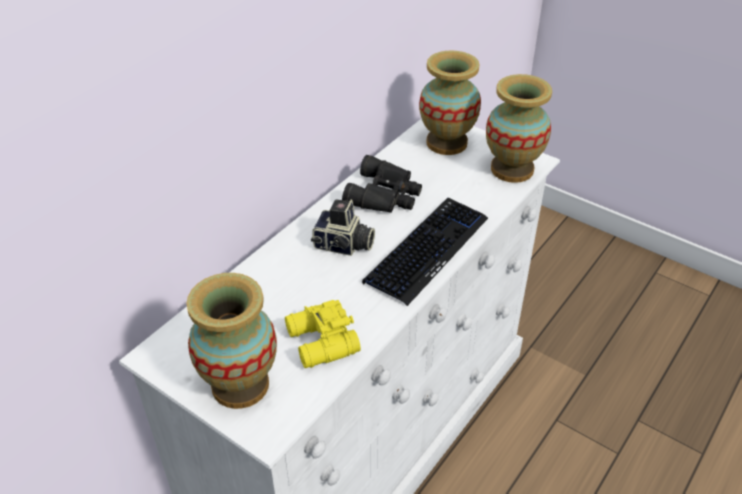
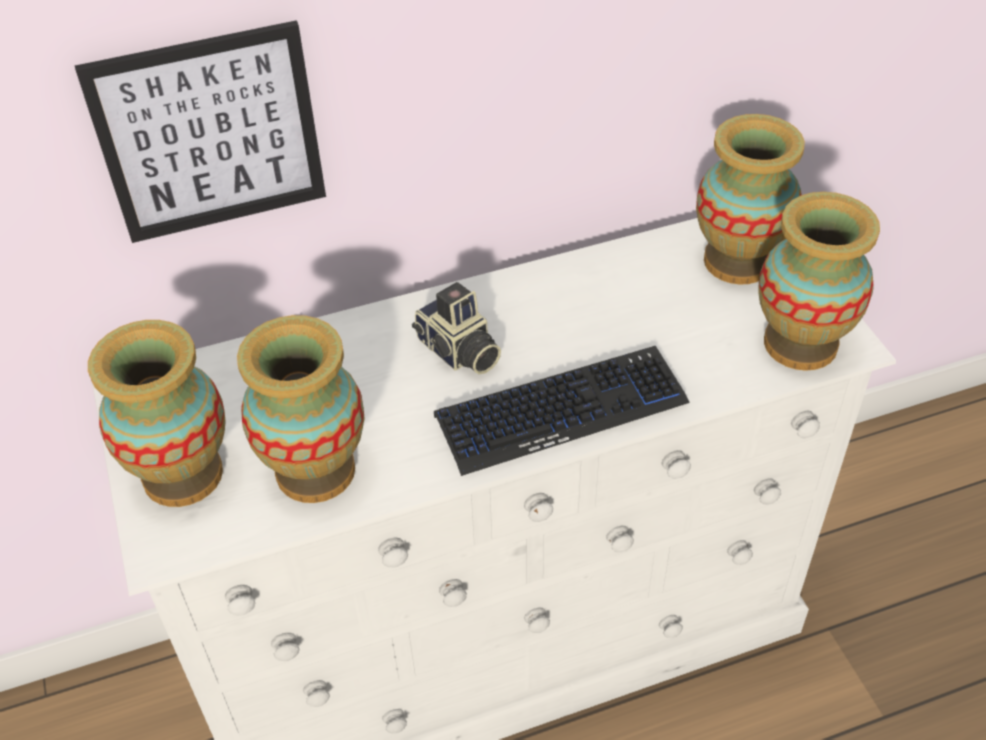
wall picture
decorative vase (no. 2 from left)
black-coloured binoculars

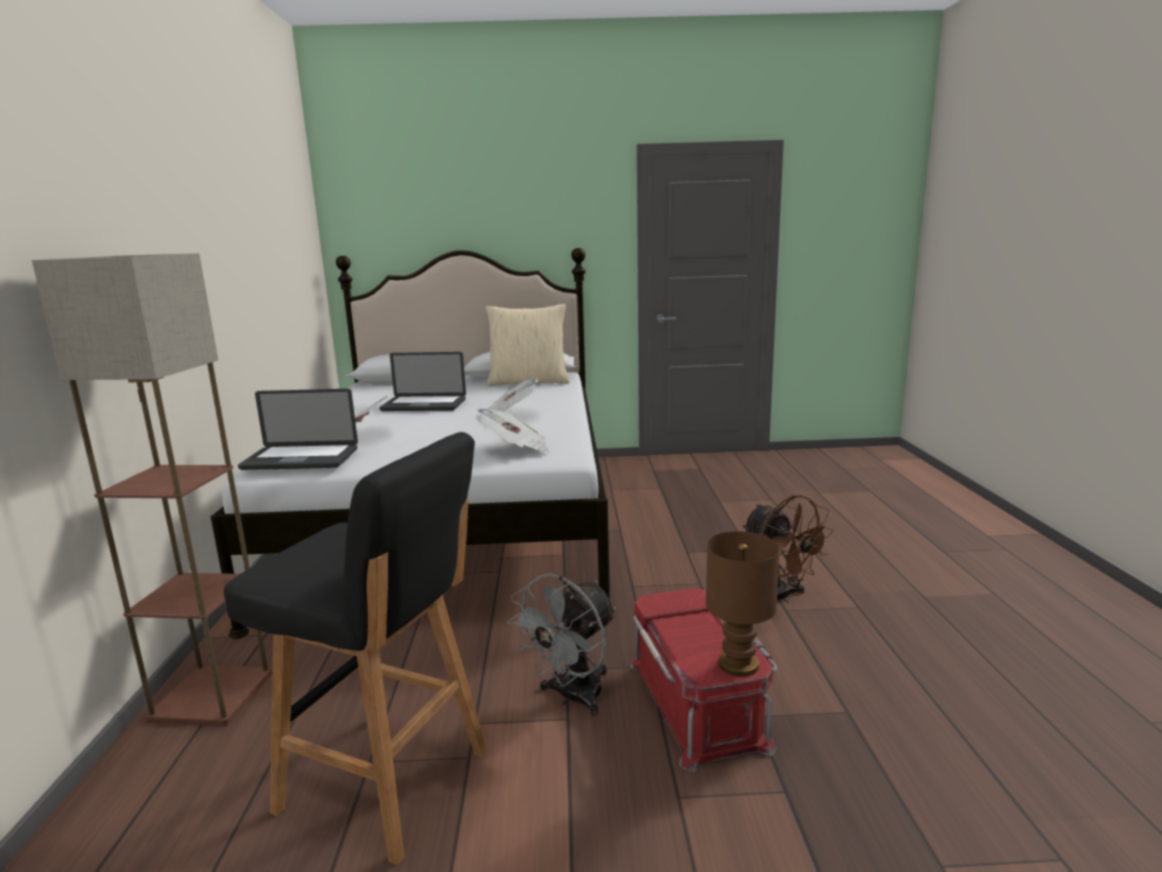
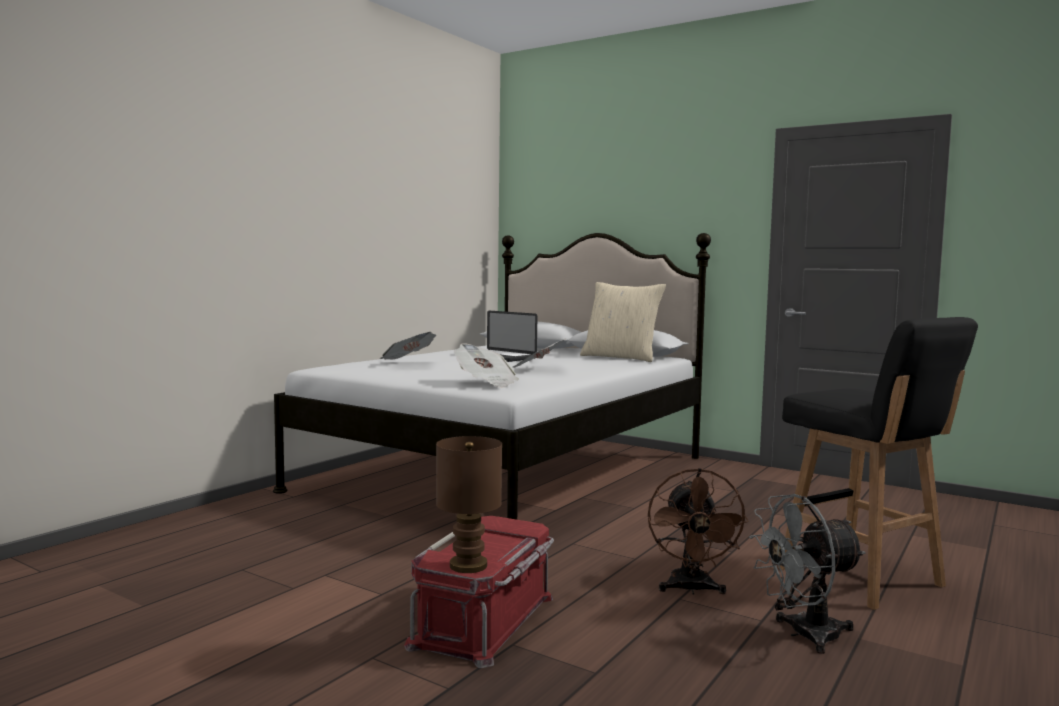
grey electric fan
black-coloured stool
standard lamp
notebook computer (no. 1 from left in the first image)

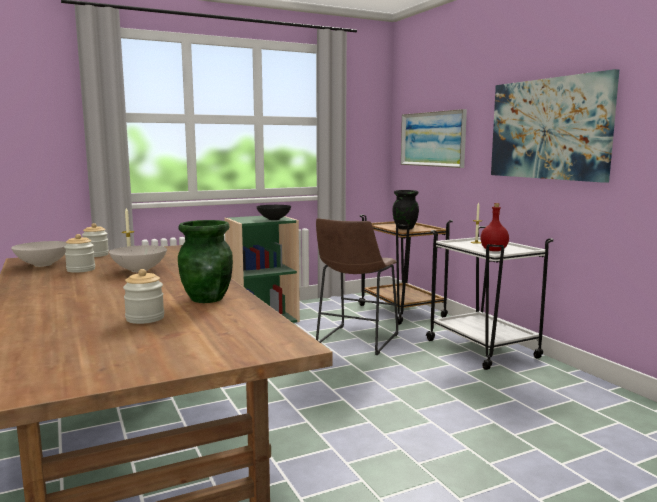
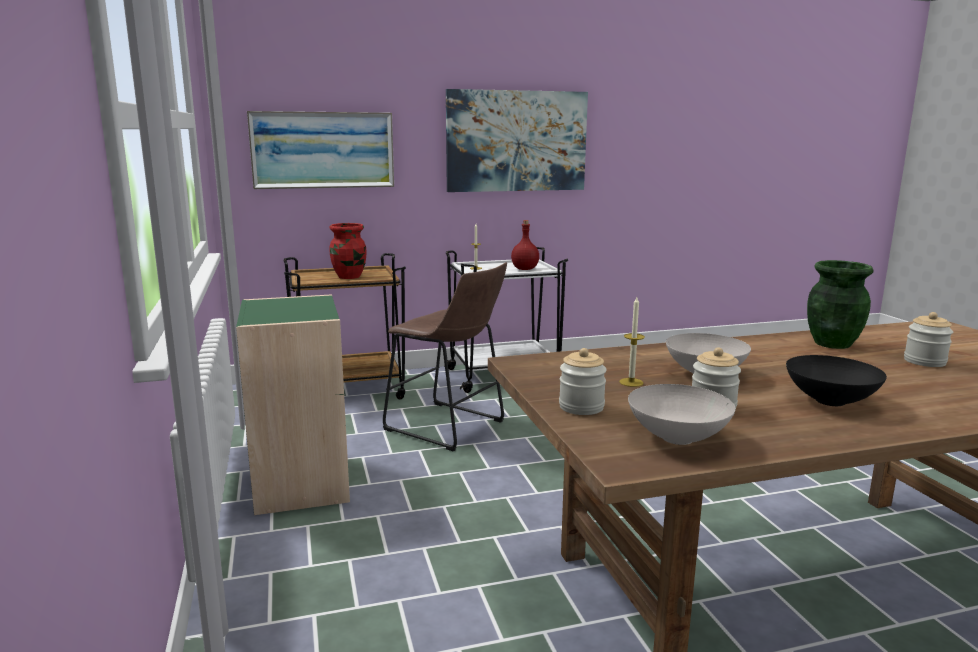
red decorative vase
black-coloured serving bowl

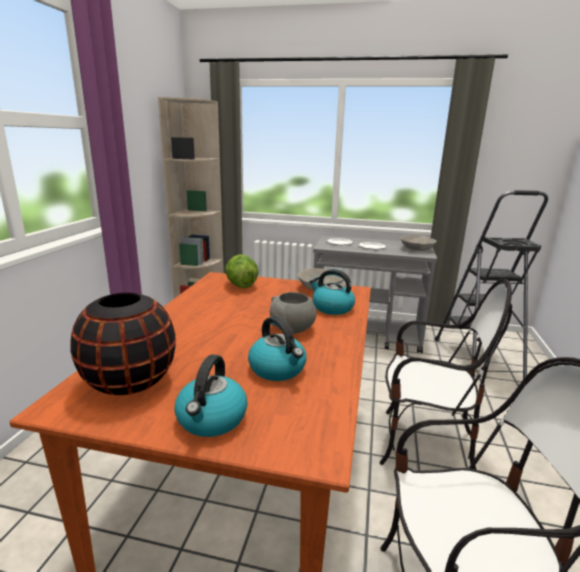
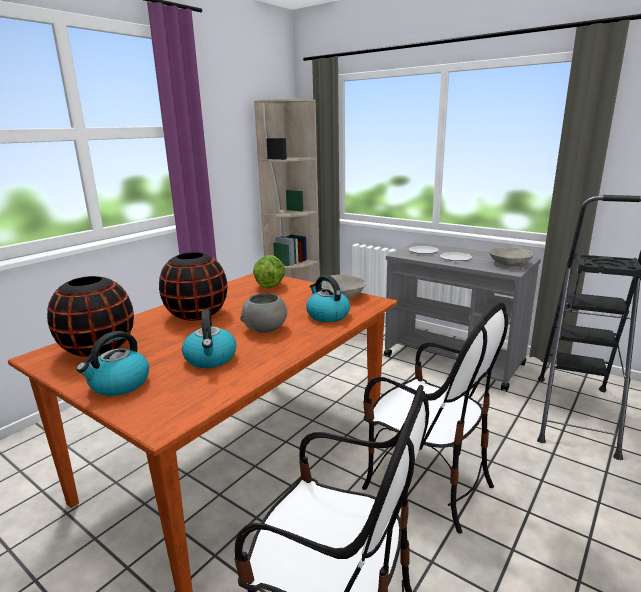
black-coloured decorative vase (no. 2 from left)

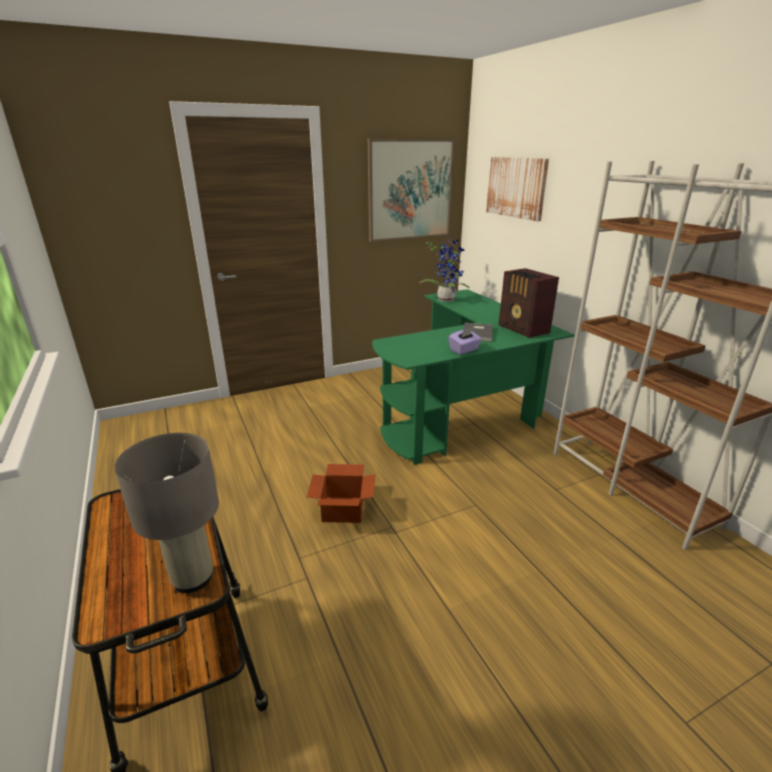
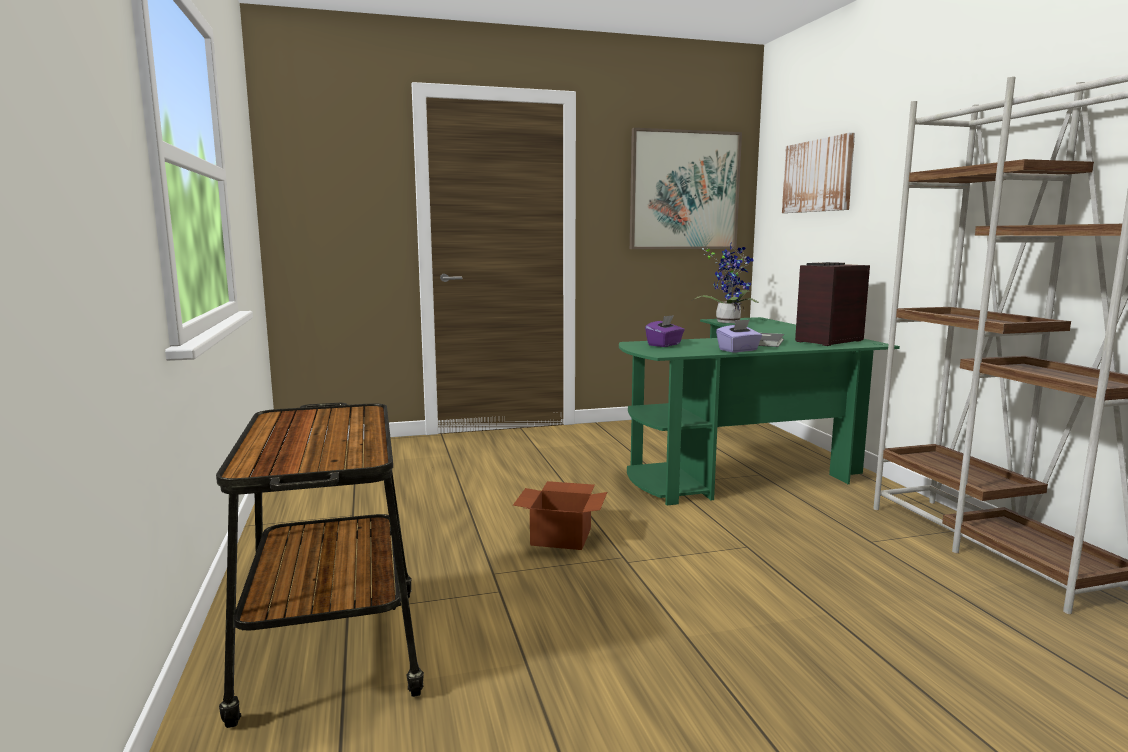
purple box of tissues (no. 1 from left)
radio
grey table lamp

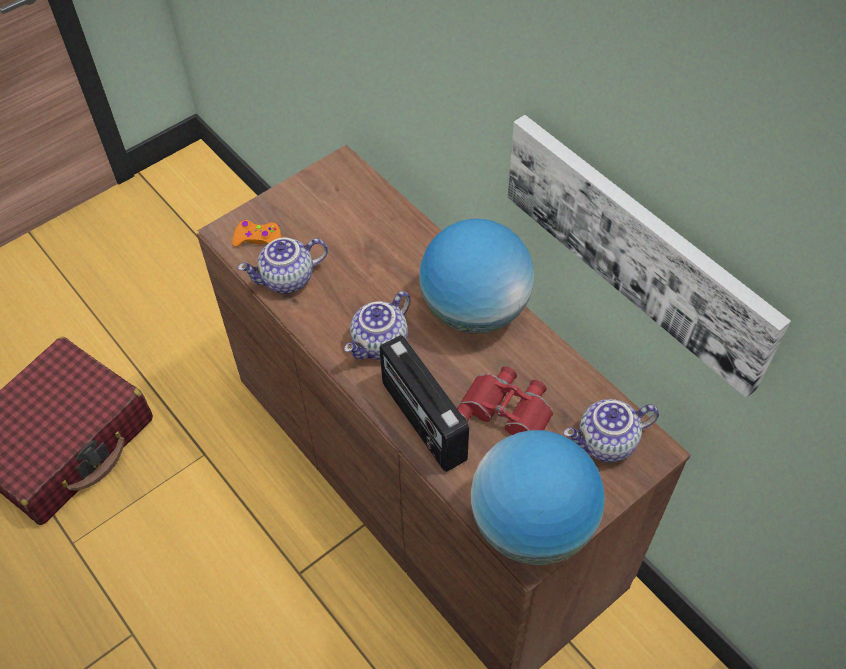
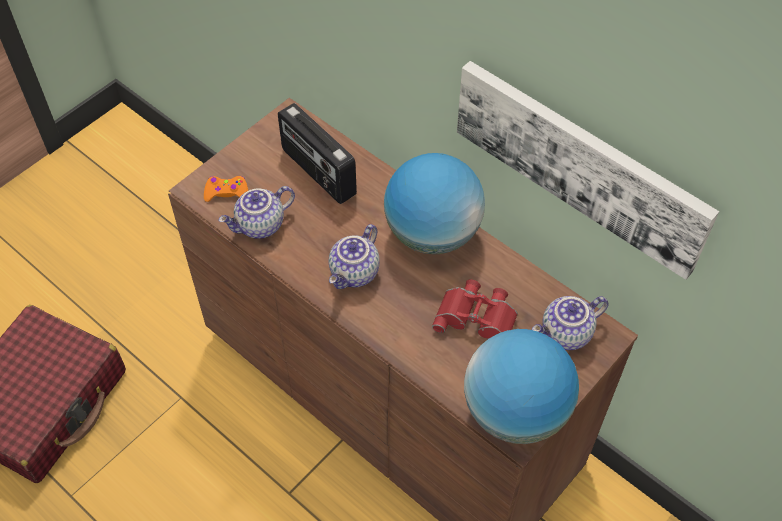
radio

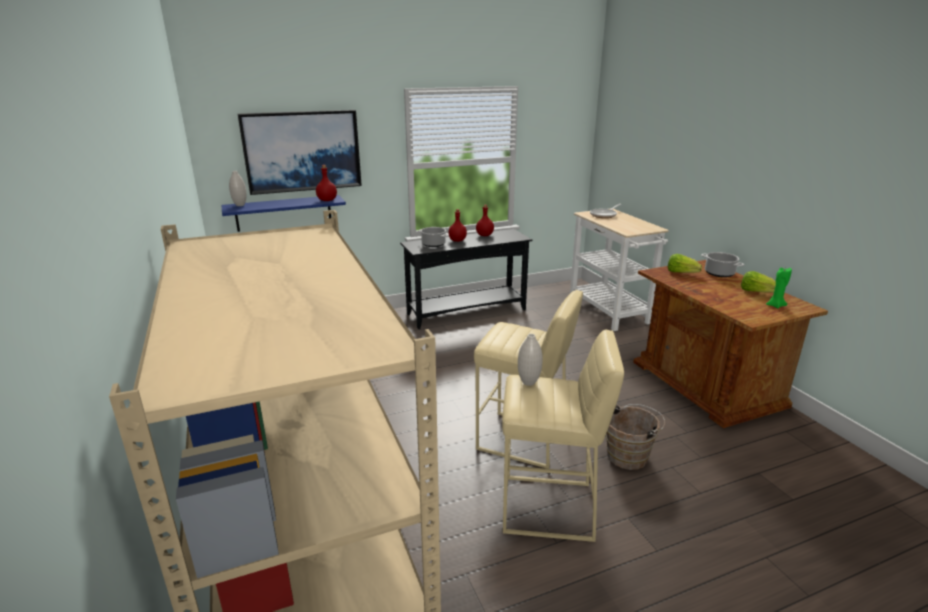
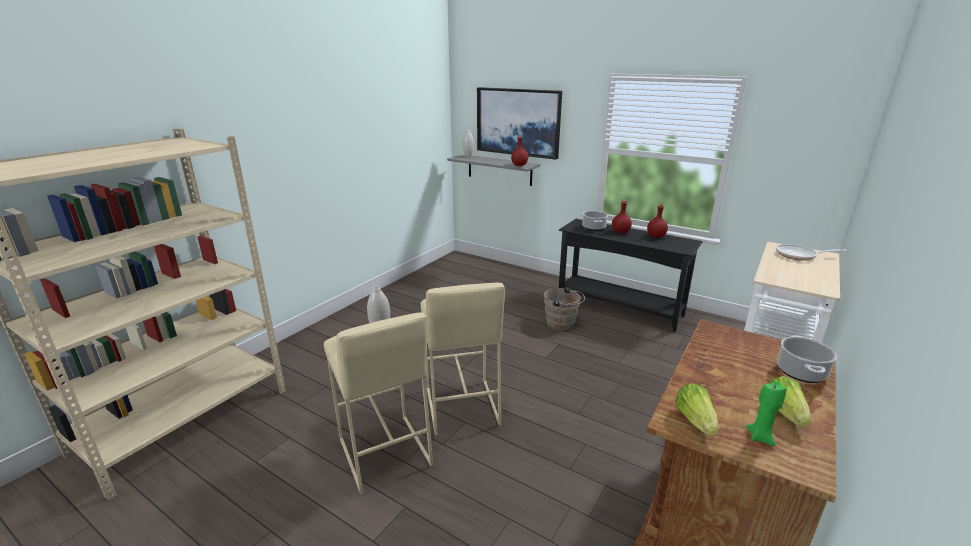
grey wall shelf
brownish bucket
lettuce (no. 1 from left)

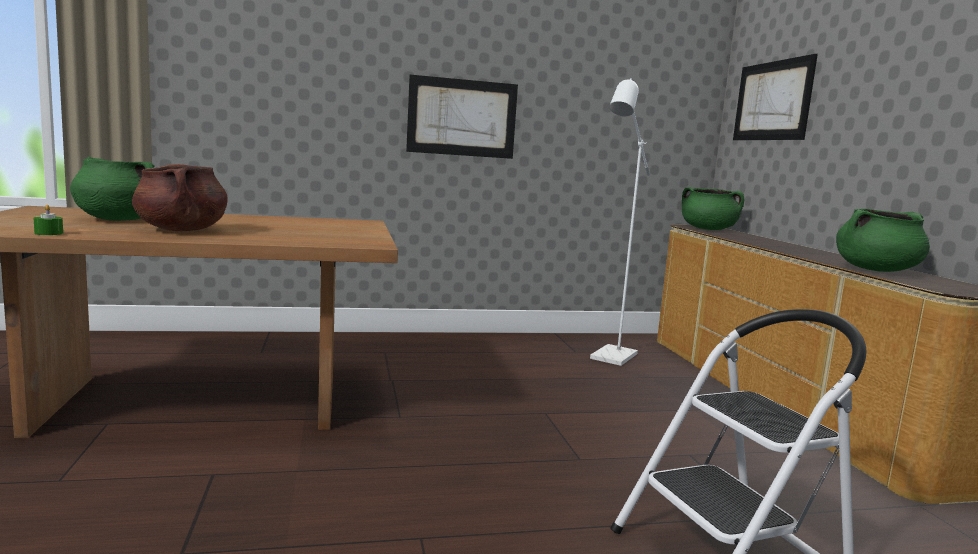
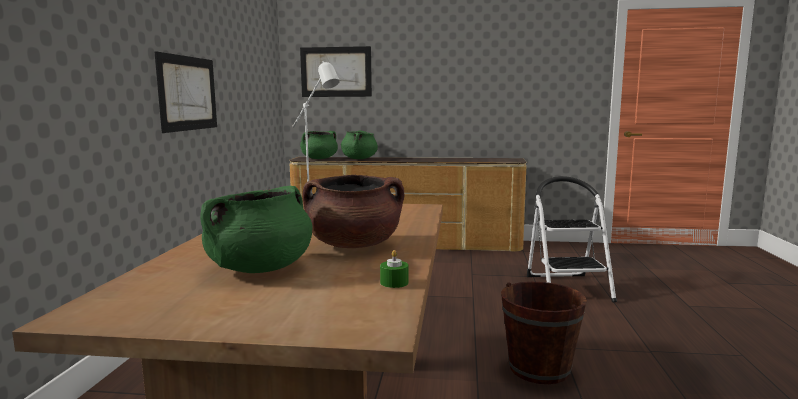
greenish saucepot (no. 3 from left)
brownish bucket

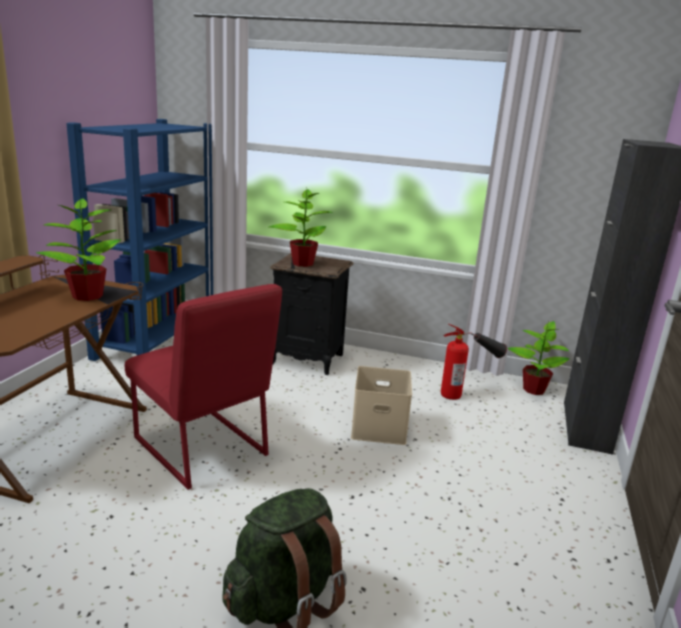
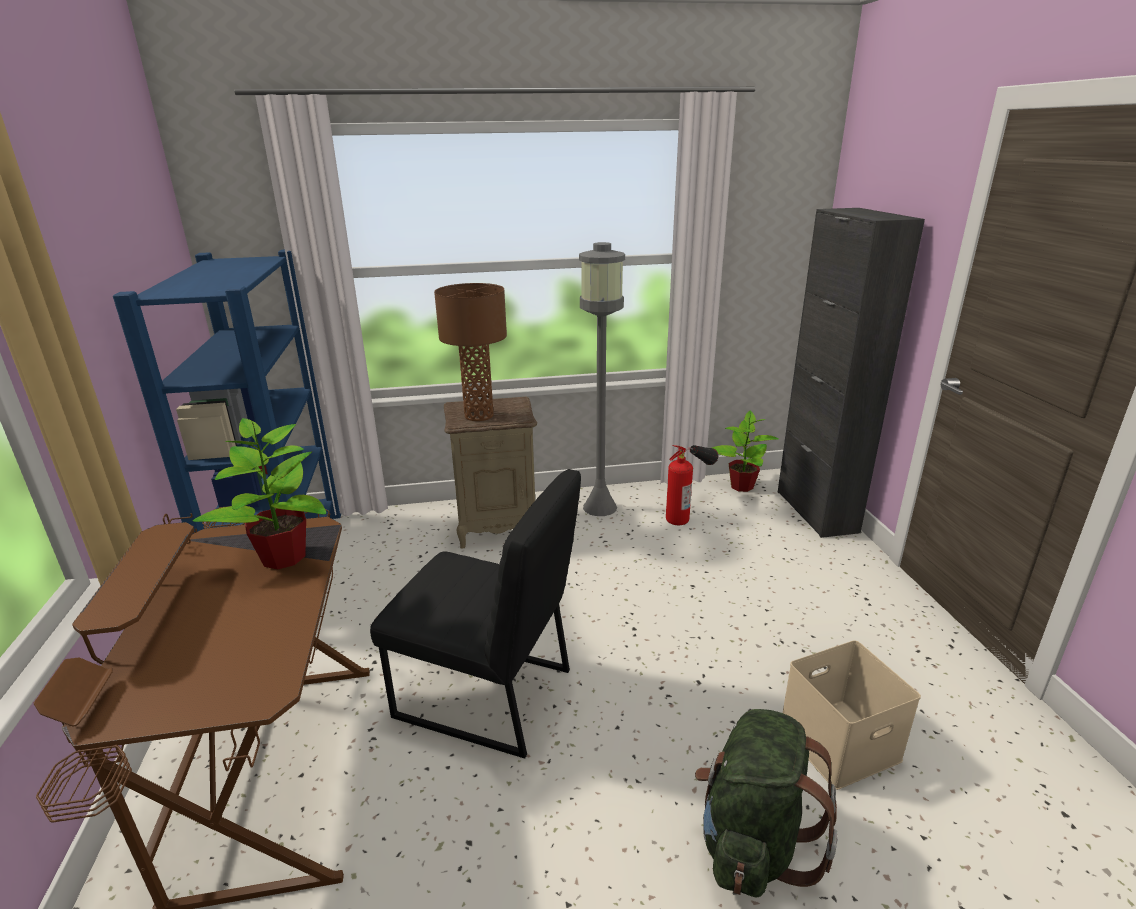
black-coloured chair
brownish table lamp
beige night table
grey standard lamp
beige storage bin

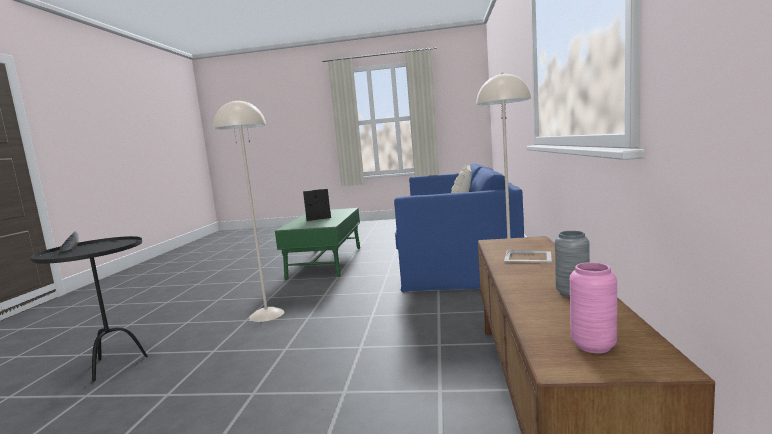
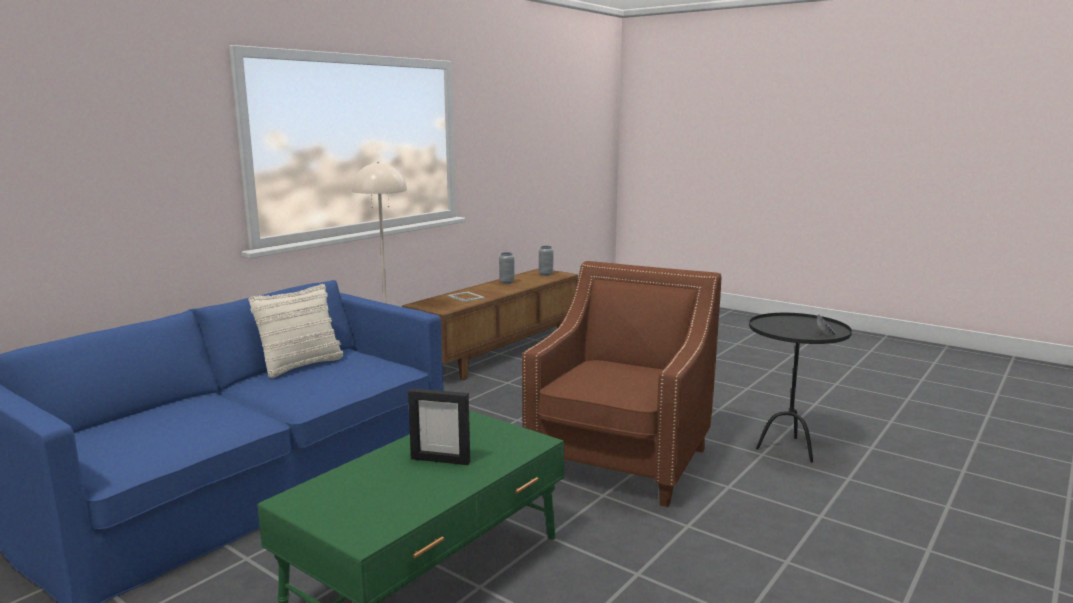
brownish lounge chair
grey decorative vase (no. 2 from left)

